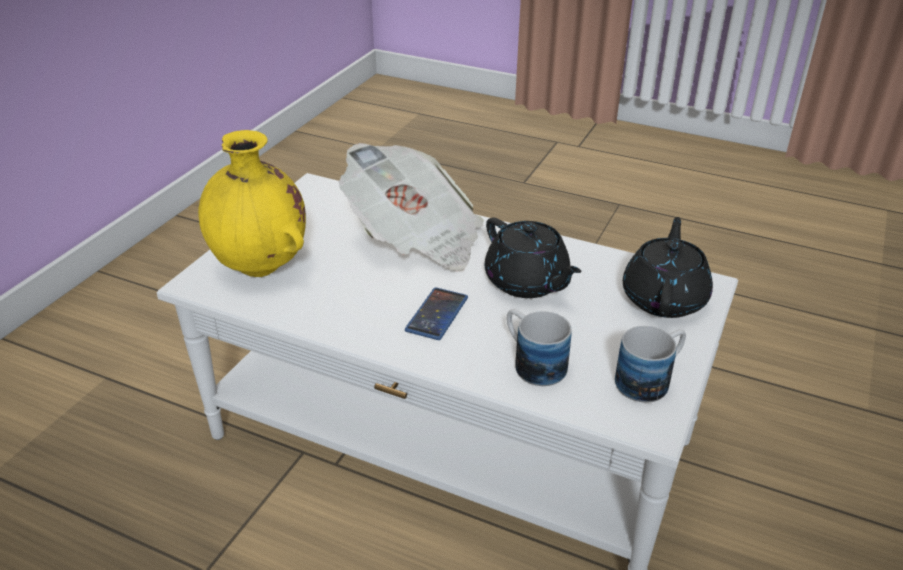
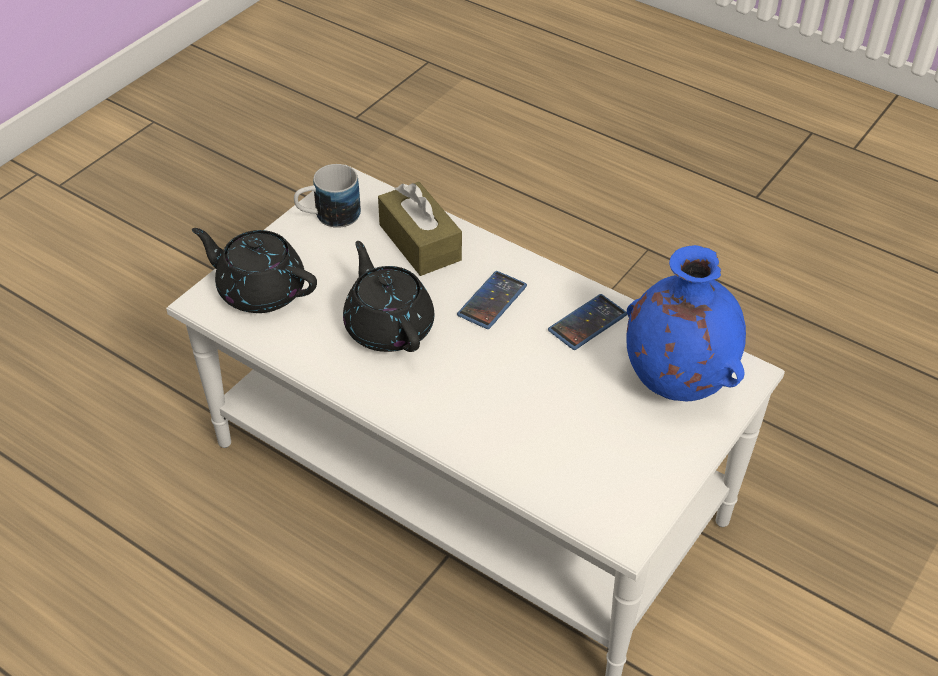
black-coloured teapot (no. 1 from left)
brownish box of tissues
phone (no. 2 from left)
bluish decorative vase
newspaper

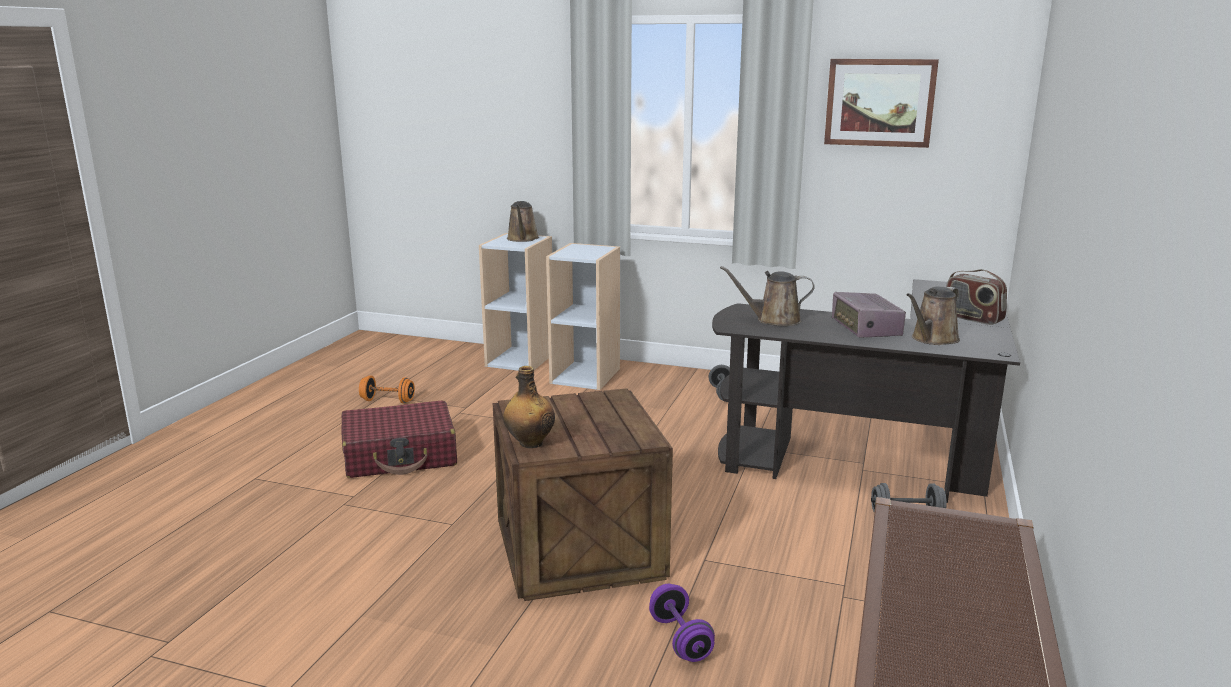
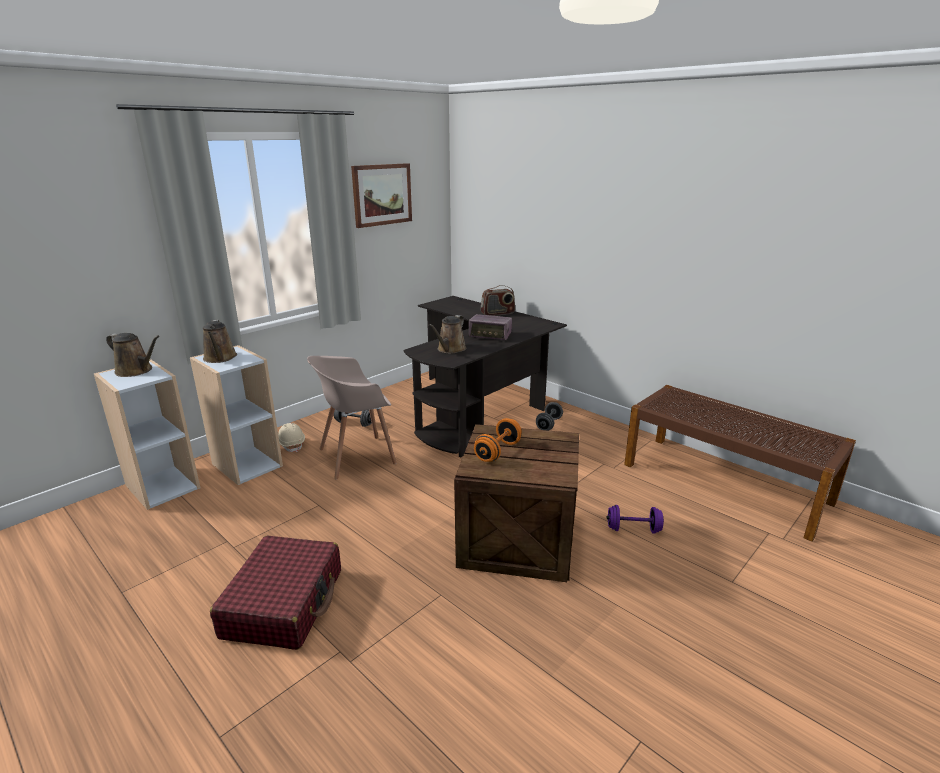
brownish watering pot (no. 2 from left)
beige hard hat
beige chair
orangey dumbbell
beverage bottle

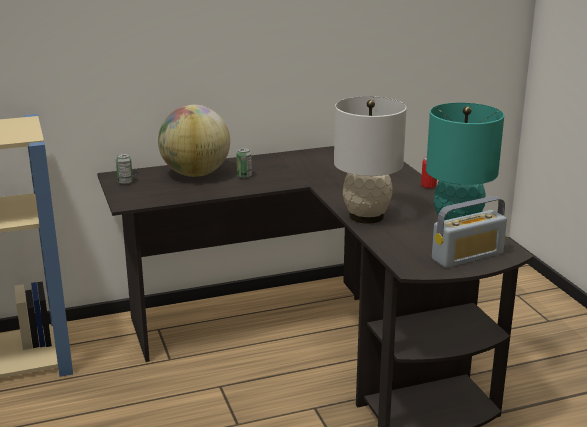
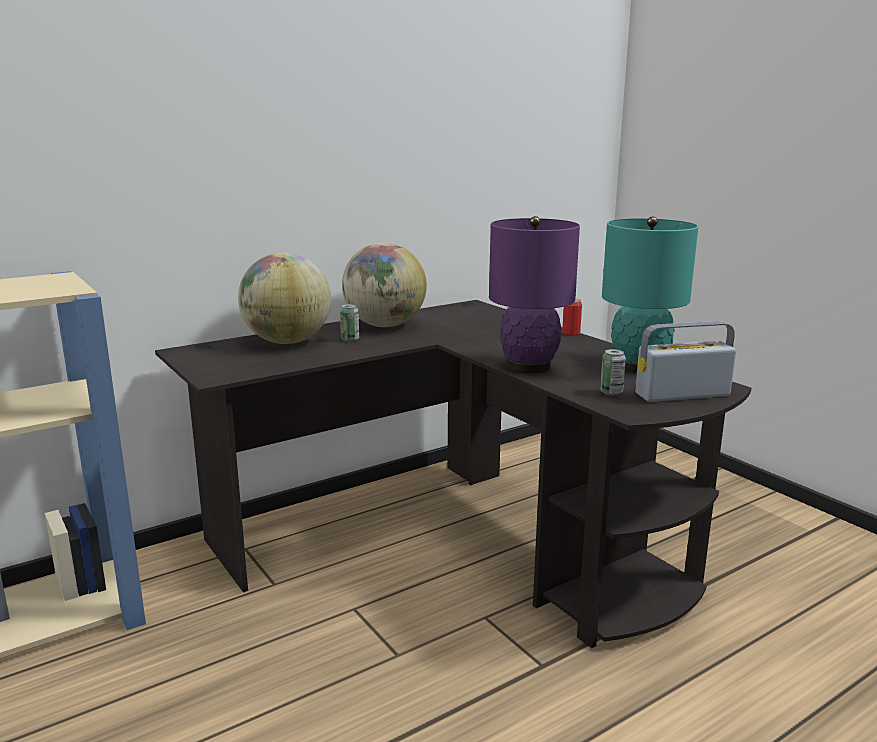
globe (no. 2 from left)
purple table lamp
sealed can (no. 3 from left)
radio

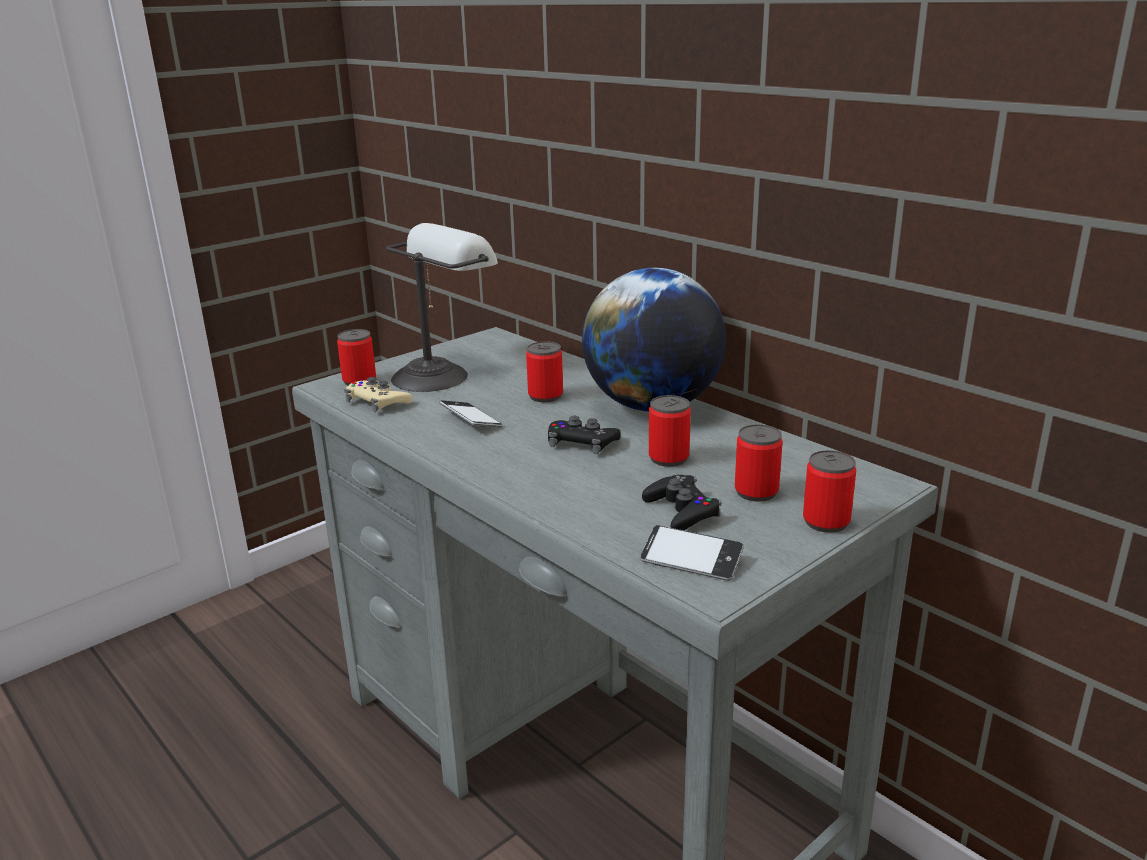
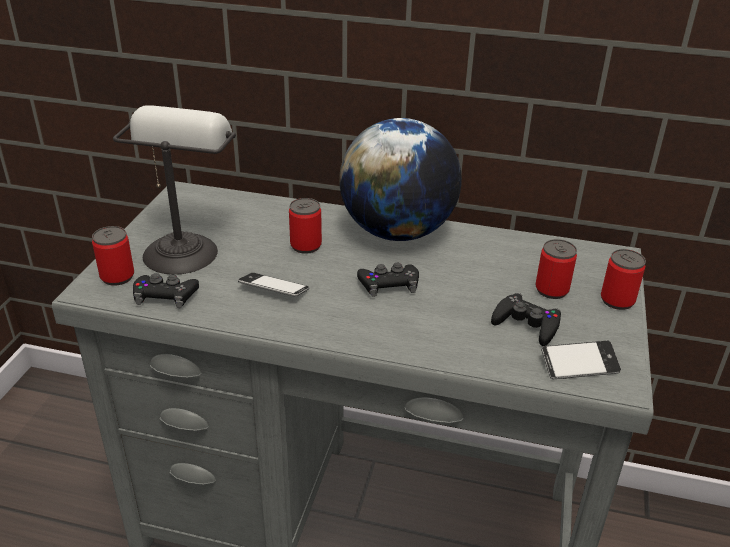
black-coloured game controller (no. 1 from left)
sealed can (no. 3 from left in the first image)

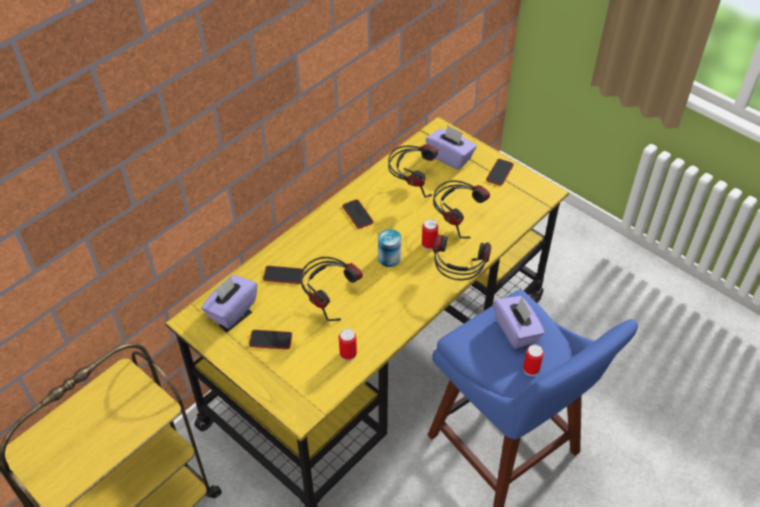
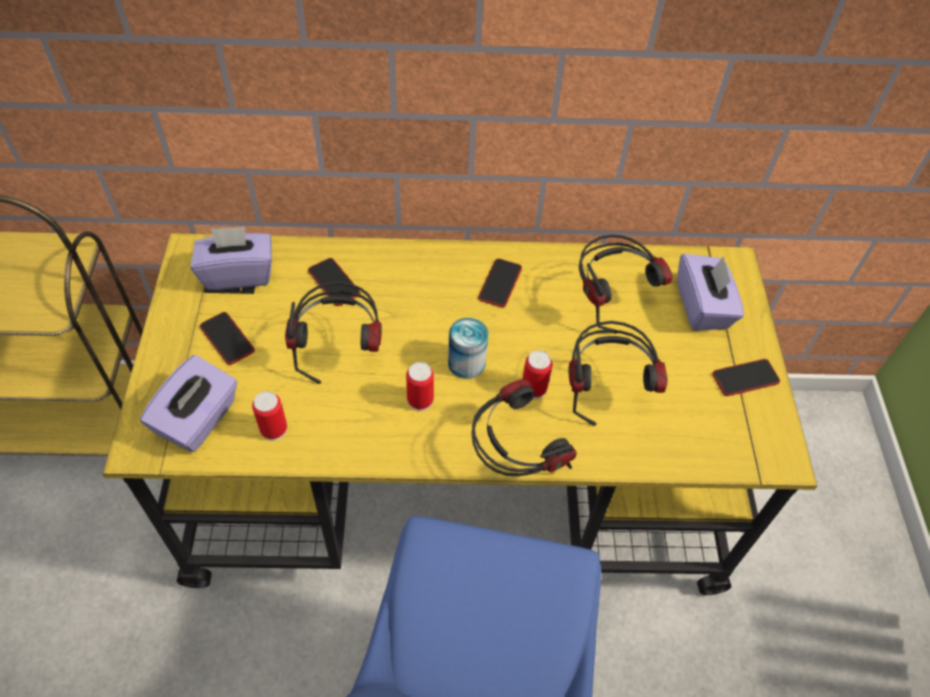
purple box of tissues (no. 1 from left)
sealed can (no. 2 from left)

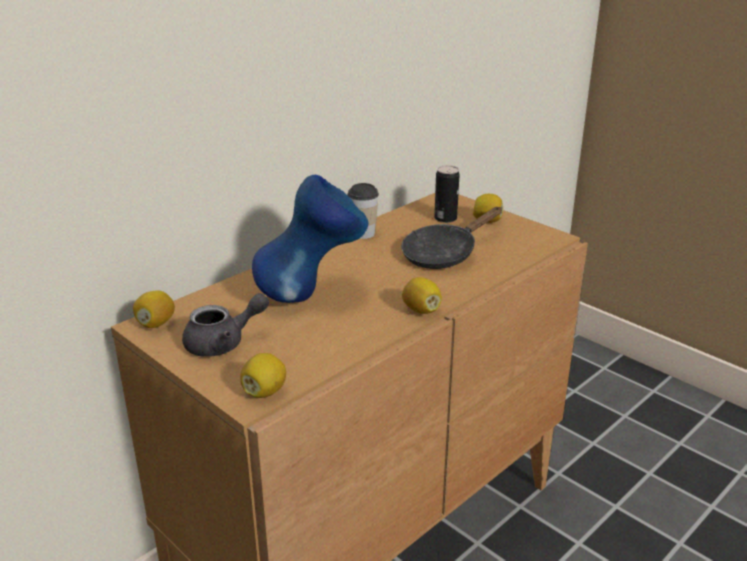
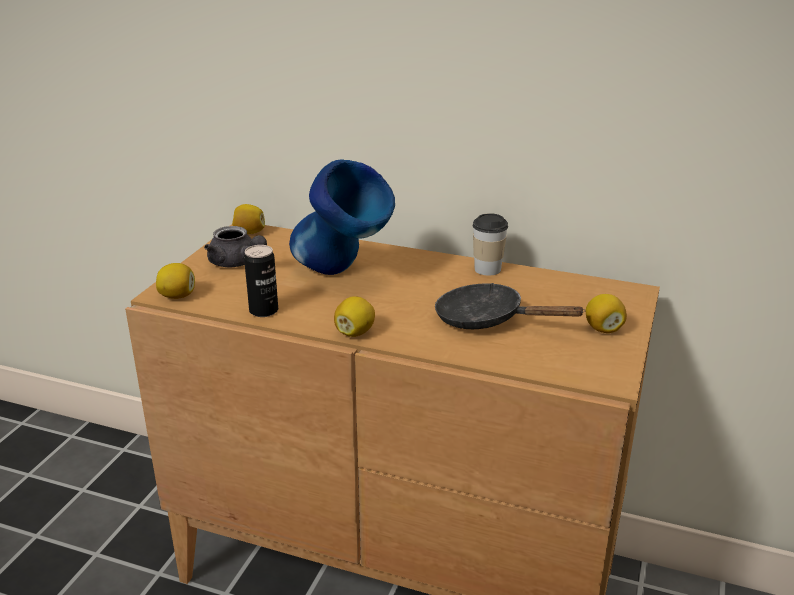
sealed can

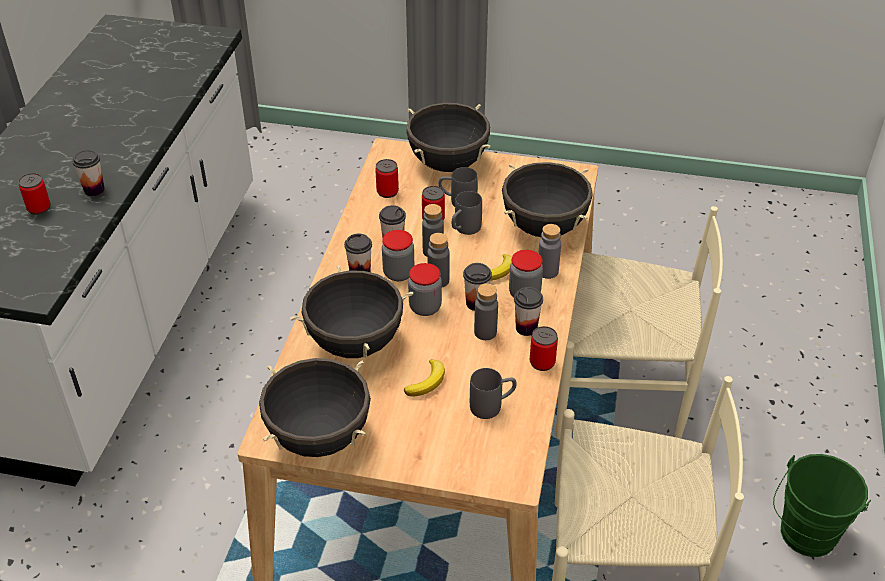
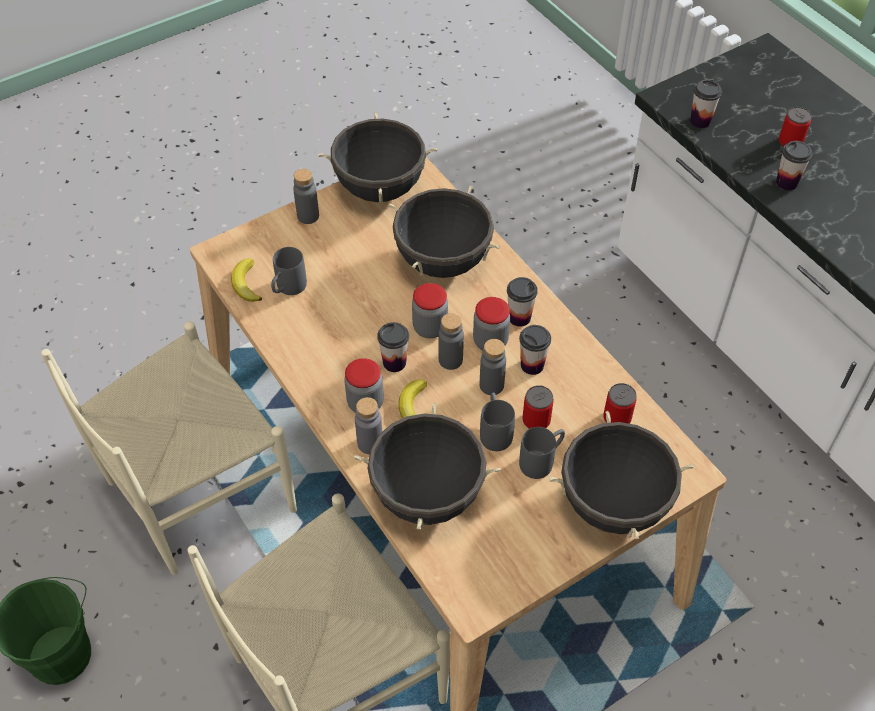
banana (no. 1 from left)
grey beverage bottle (no. 1 from left)
cup (no. 4 from left)
sealed can (no. 4 from left in the first image)

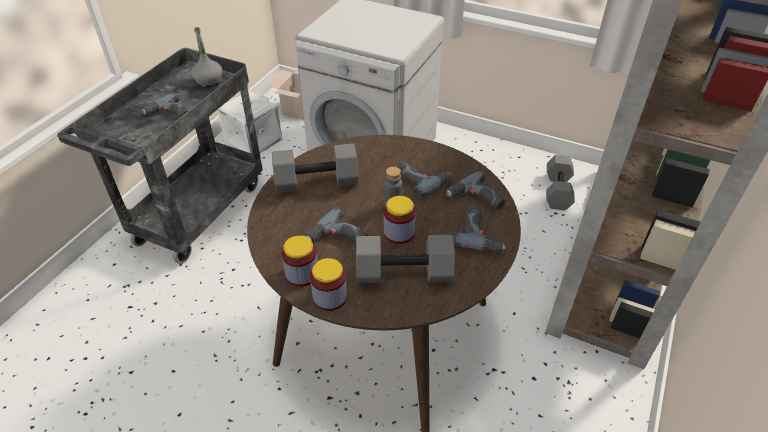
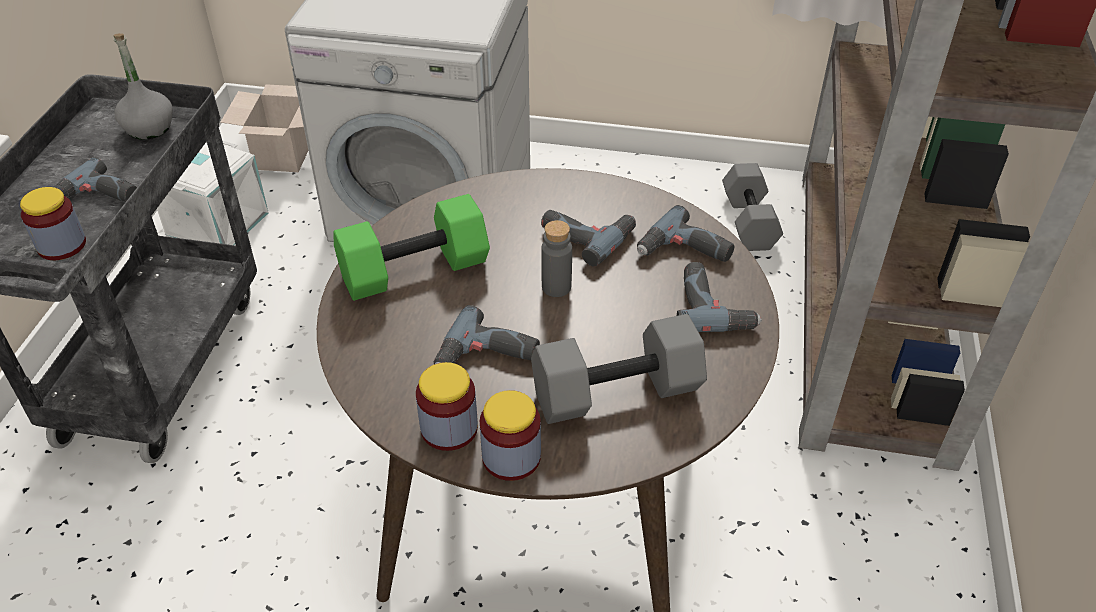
jar (no. 1 from left)
greenish dumbbell

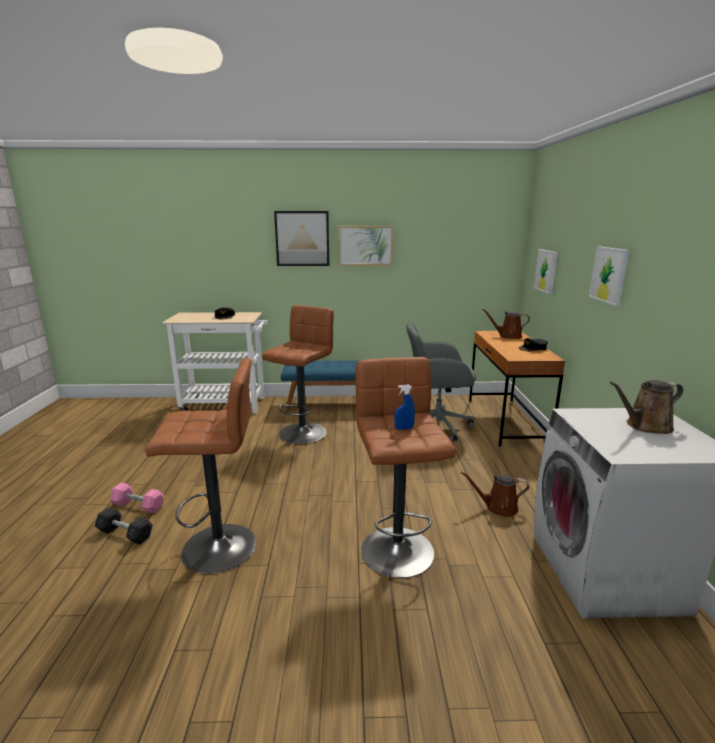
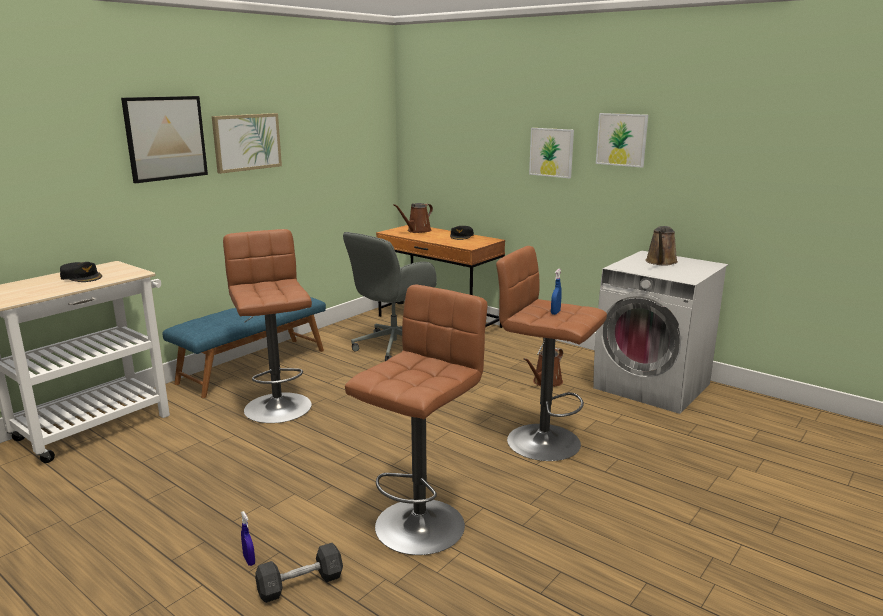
bluish hand sprayer (no. 1 from left)
wall picture (no. 4 from left)

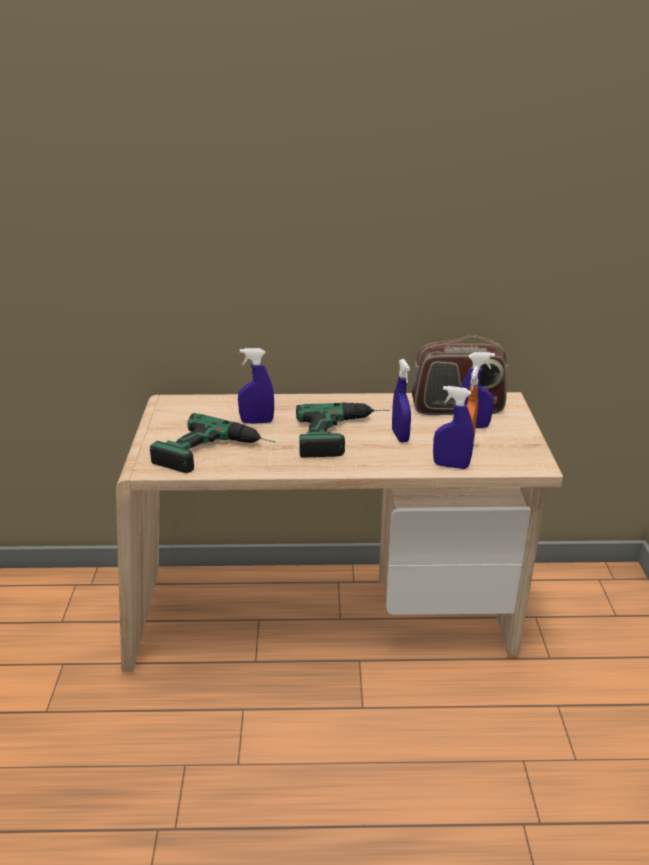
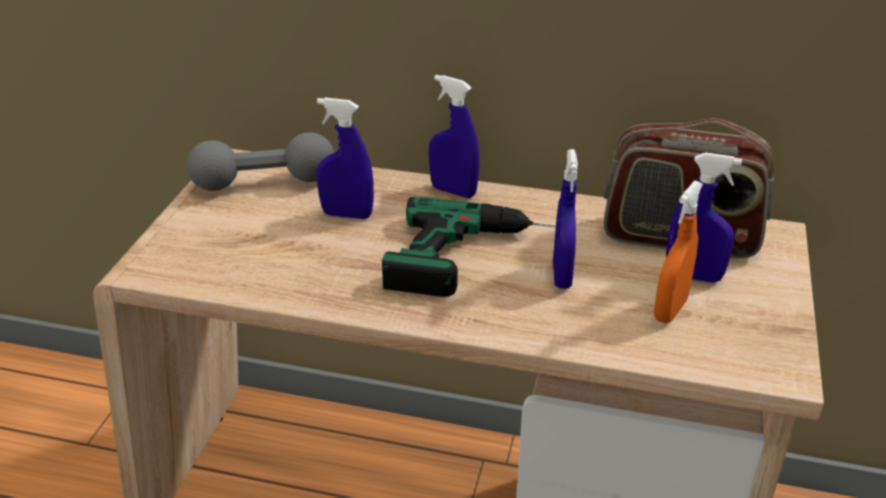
grey dumbbell
bluish hand sprayer (no. 2 from left)
drill (no. 1 from left in the first image)

